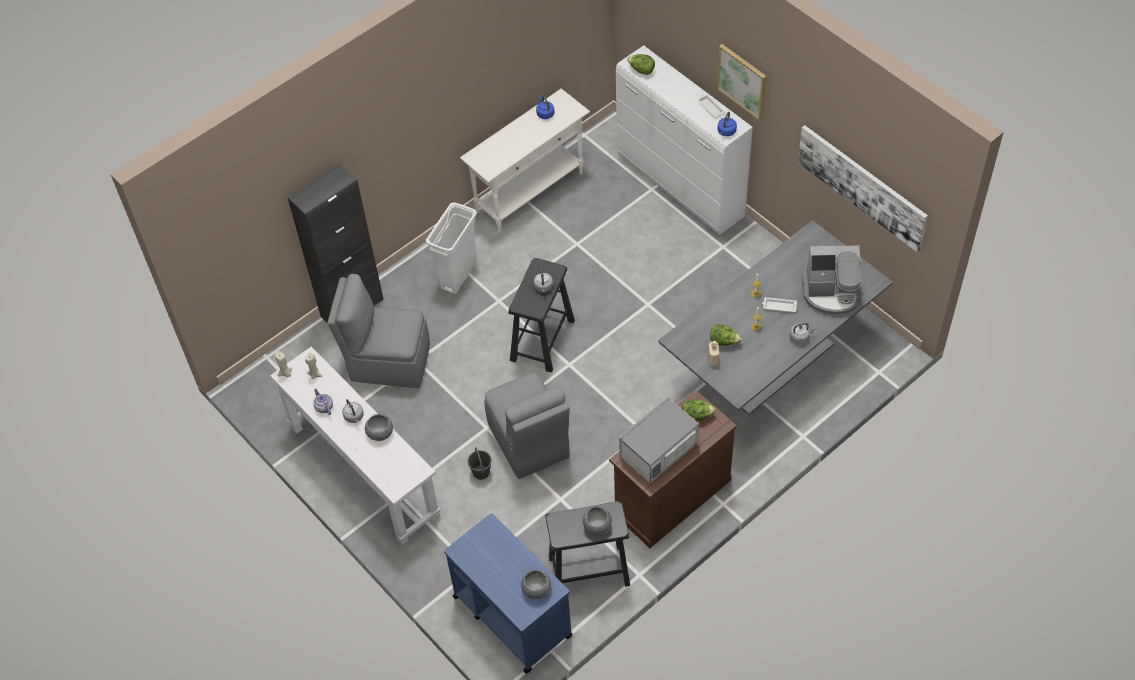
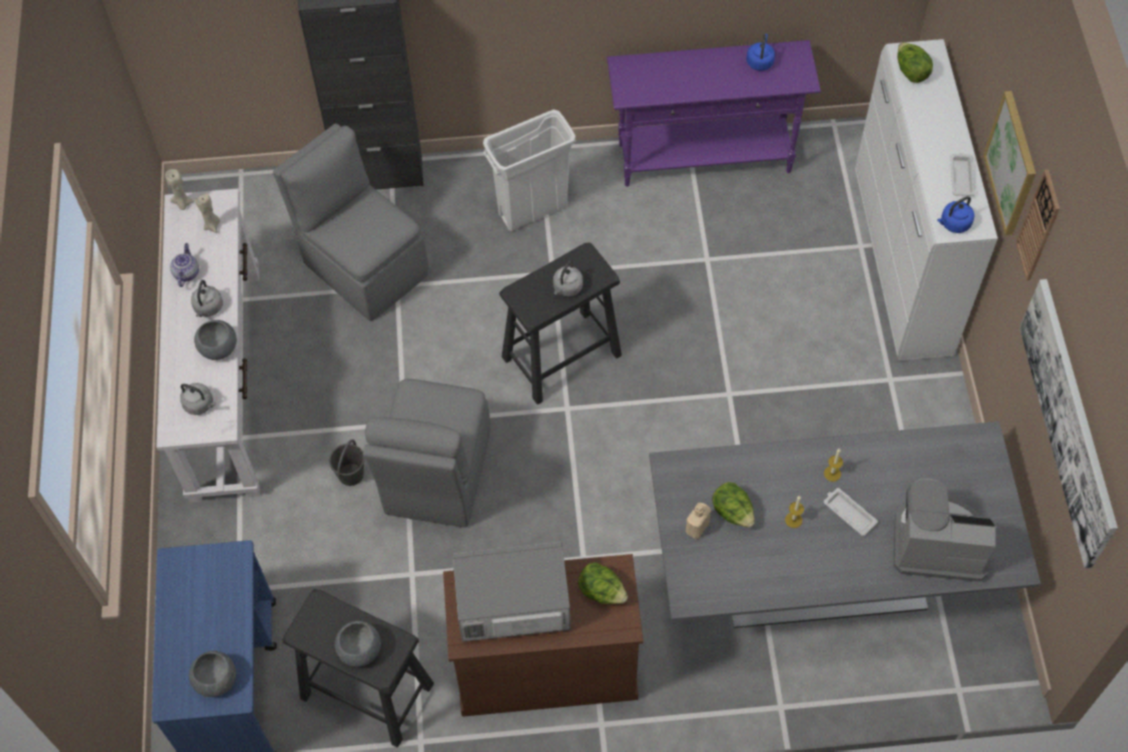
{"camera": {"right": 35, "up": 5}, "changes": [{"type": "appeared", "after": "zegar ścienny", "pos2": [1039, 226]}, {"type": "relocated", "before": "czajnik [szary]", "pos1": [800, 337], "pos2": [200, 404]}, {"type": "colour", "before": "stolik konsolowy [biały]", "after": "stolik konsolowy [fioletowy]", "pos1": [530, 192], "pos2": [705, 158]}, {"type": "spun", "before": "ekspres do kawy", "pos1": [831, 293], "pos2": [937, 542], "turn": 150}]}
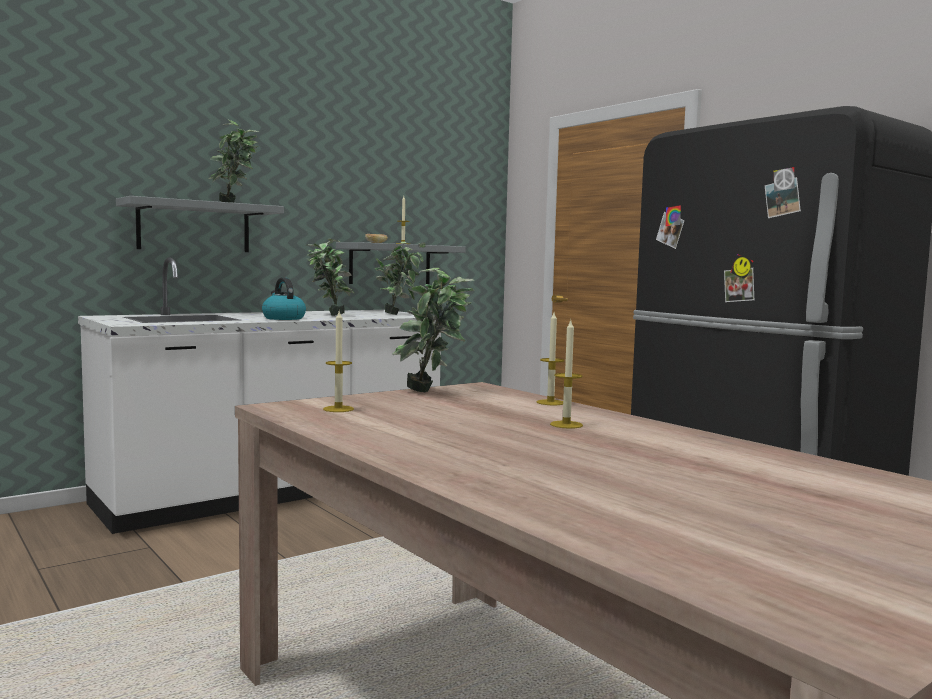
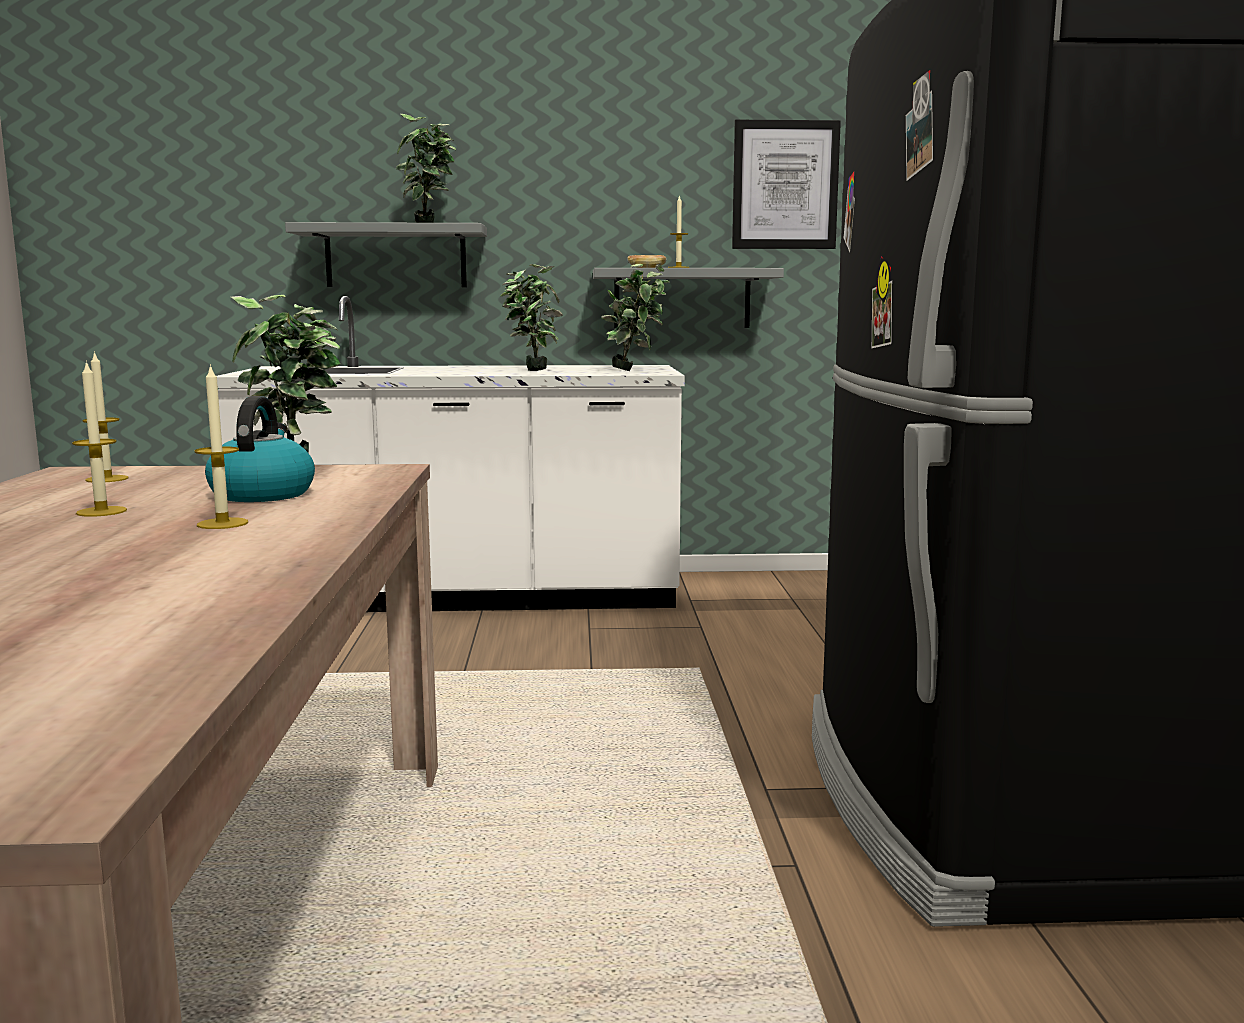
{"camera": {"right": 35, "up": 5}, "changes": [{"type": "appeared", "after": "obraz", "pos2": [785, 185]}, {"type": "relocated", "before": "czajnik", "pos1": [283, 318], "pos2": [262, 494]}, {"type": "relocated", "before": "świeca", "pos1": [550, 402], "pos2": [101, 511]}]}
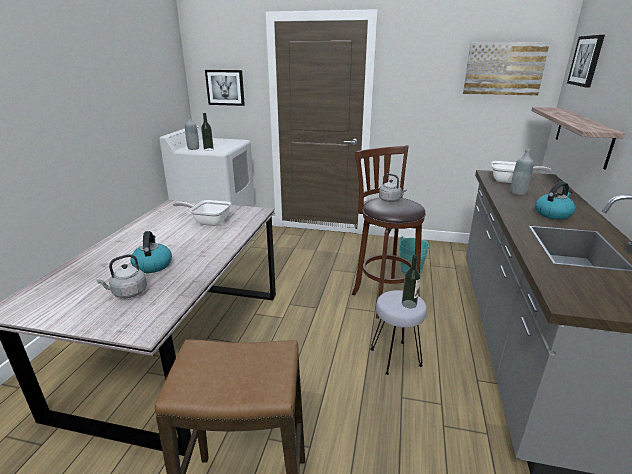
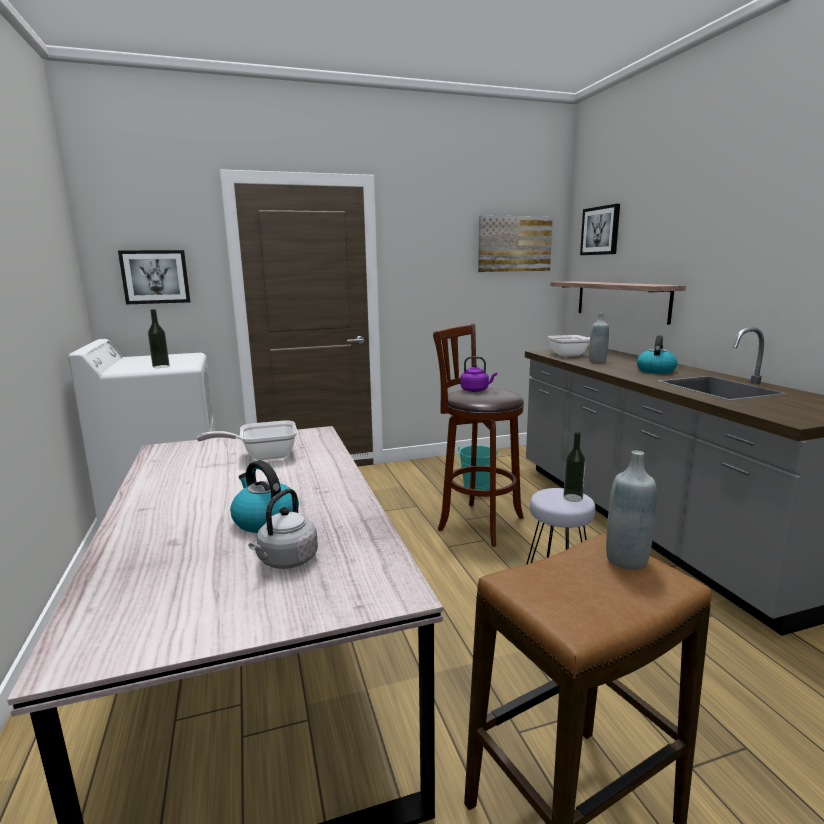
{"camera": {"right": -30, "up": -10}, "changes": [{"type": "relocated", "before": "butelka [szary]", "pos1": [193, 148], "pos2": [626, 560]}, {"type": "colour", "before": "czajnik [szary]", "after": "czajnik [fioletowy]", "pos1": [390, 200], "pos2": [476, 390]}]}
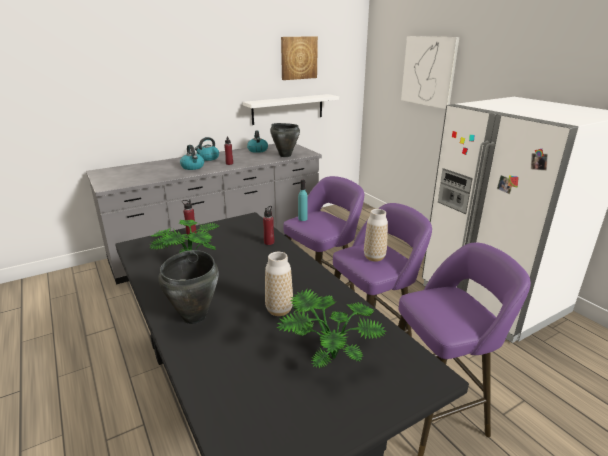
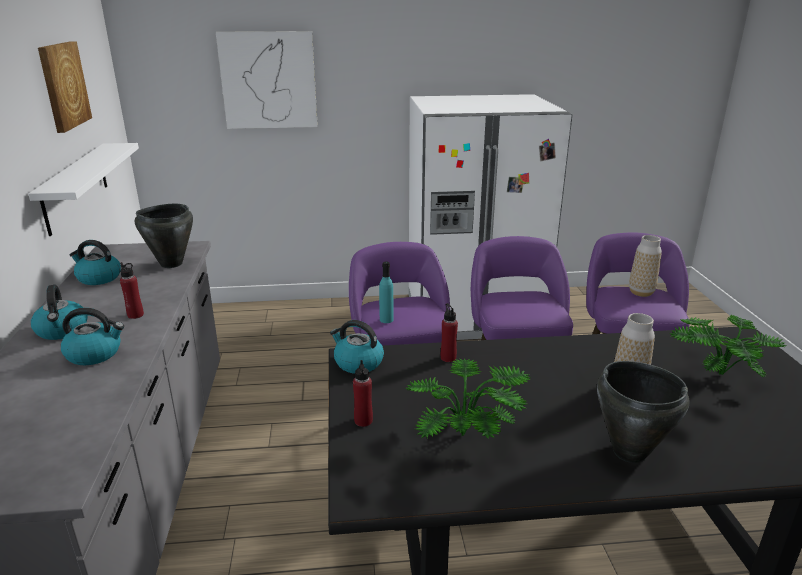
{"camera": {"right": -65, "up": 0}, "changes": [{"type": "appeared", "after": "czajnik", "pos2": [357, 363]}, {"type": "relocated", "before": "wazon", "pos1": [374, 257], "pos2": [641, 292]}]}
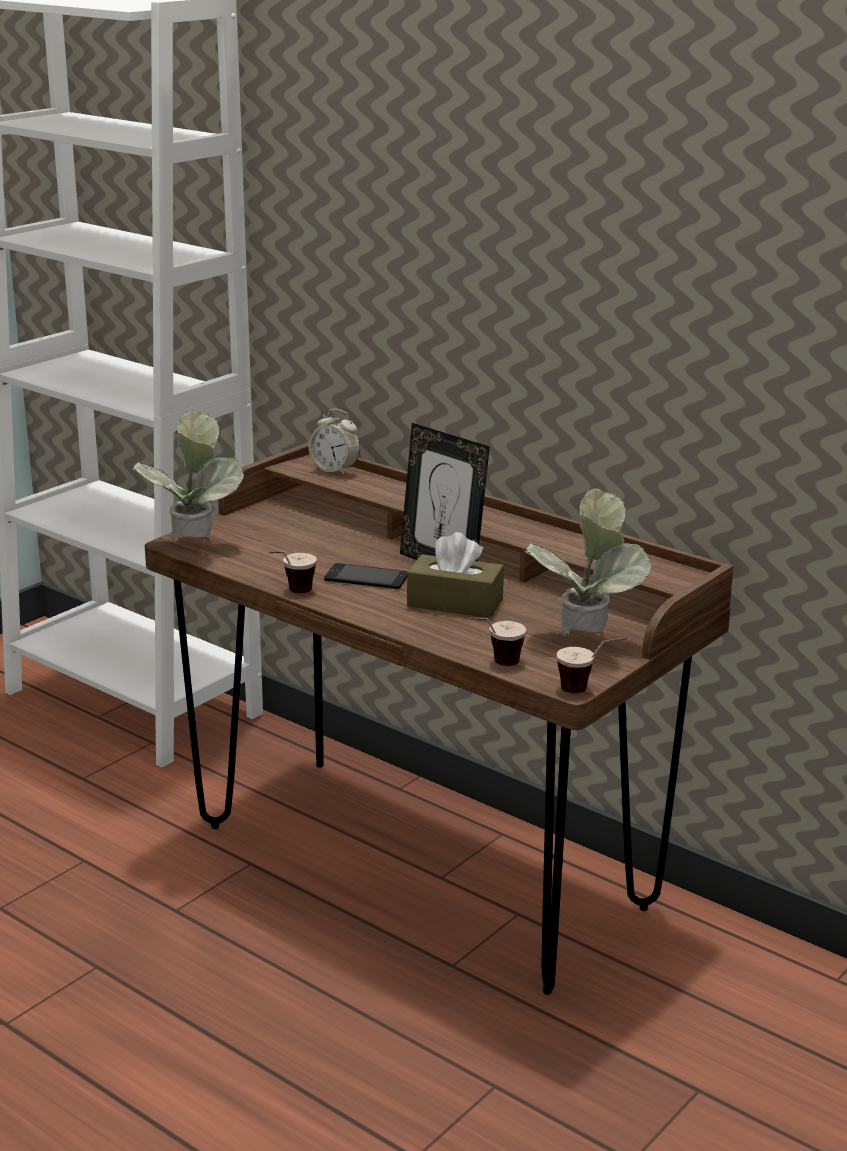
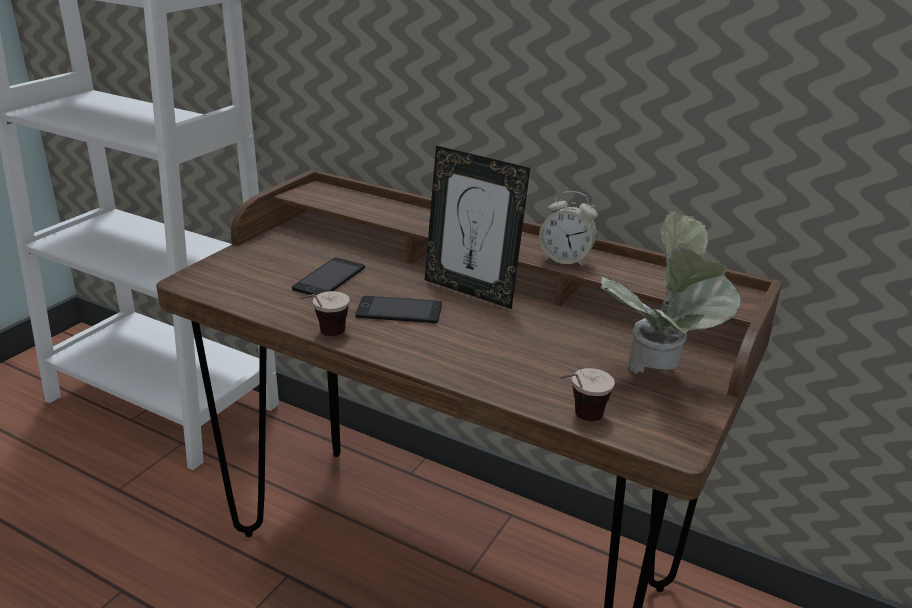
{"camera": {"right": -10, "up": 5}, "changes": [{"type": "missing", "before": "roślina doniczkowa", "pos1": [194, 546]}, {"type": "missing", "before": "pudełko chusteczek [brązowy]", "pos1": [455, 603]}, {"type": "missing", "before": "filiżanka", "pos1": [589, 690]}, {"type": "appeared", "after": "telefon", "pos2": [329, 278]}, {"type": "relocated", "before": "budzik", "pos1": [334, 470], "pos2": [566, 260]}]}
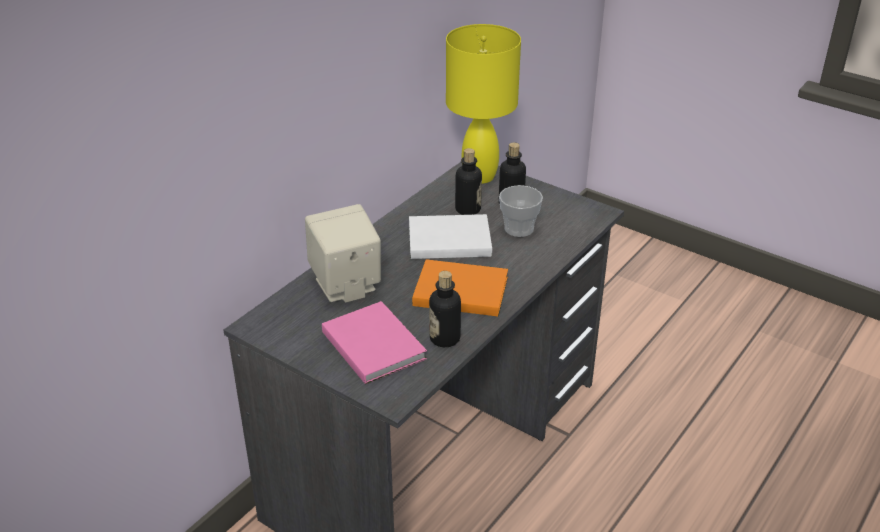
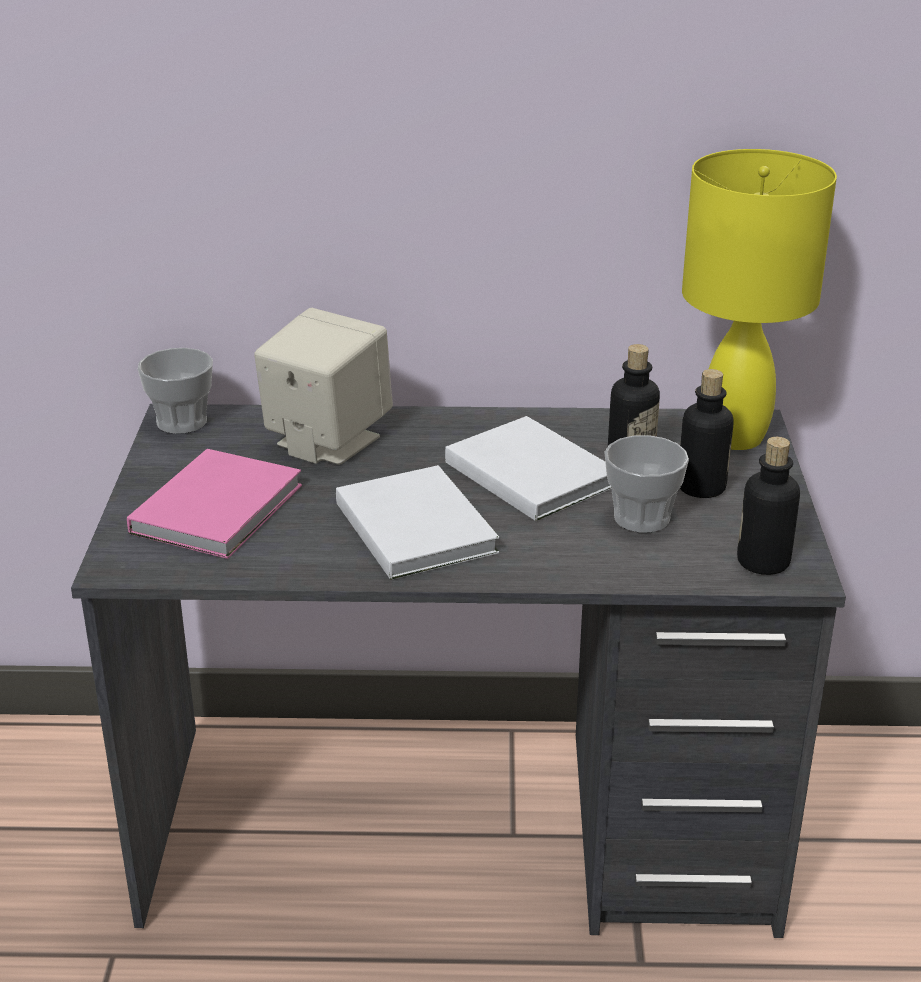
{"camera": {"right": 55, "up": -5}, "changes": [{"type": "appeared", "after": "filiżanka", "pos2": [181, 422]}, {"type": "relocated", "before": "butelka", "pos1": [444, 338], "pos2": [763, 562]}, {"type": "colour", "before": "książka [pomarańczowy]", "after": "książka [biały]", "pos1": [458, 290], "pos2": [416, 525]}]}
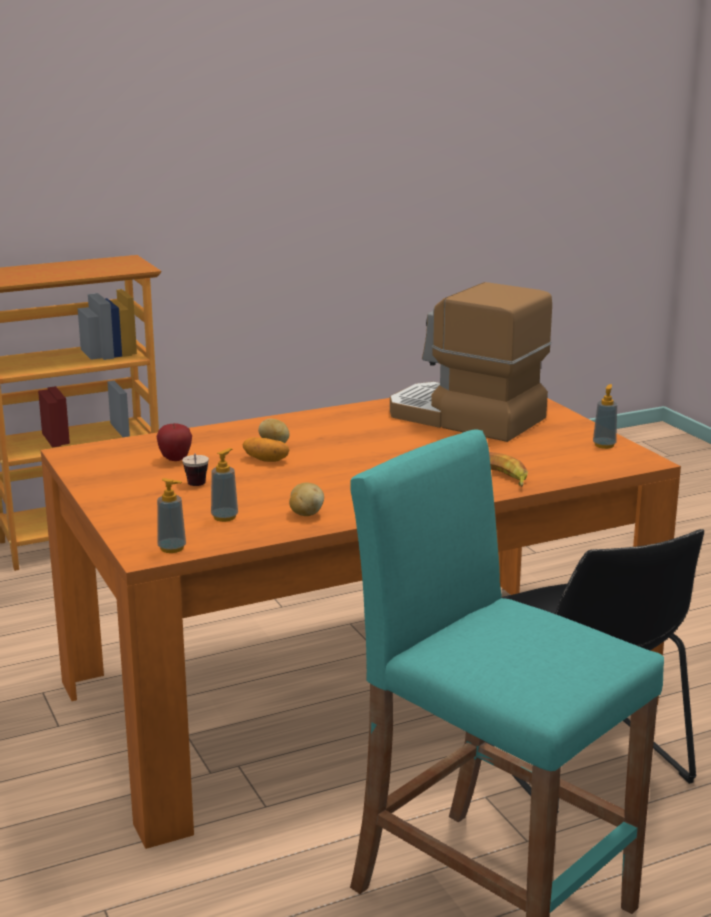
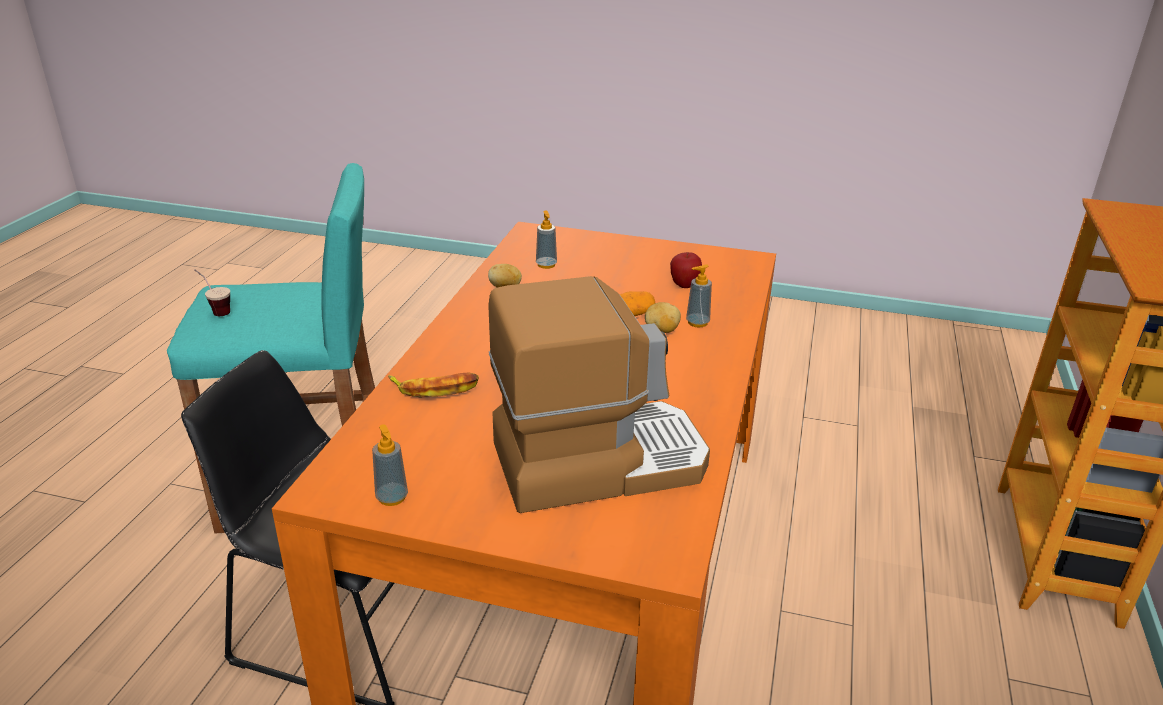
{"camera": {"right": 130, "up": 10}, "changes": [{"type": "relocated", "before": "dozownik mydła", "pos1": [172, 548], "pos2": [697, 322]}, {"type": "relocated", "before": "filiżanka", "pos1": [196, 487], "pos2": [215, 310]}]}
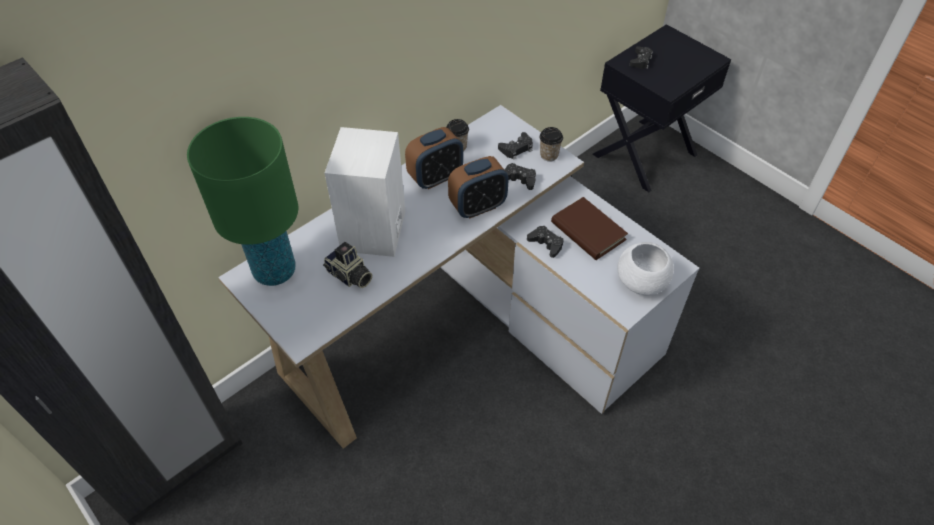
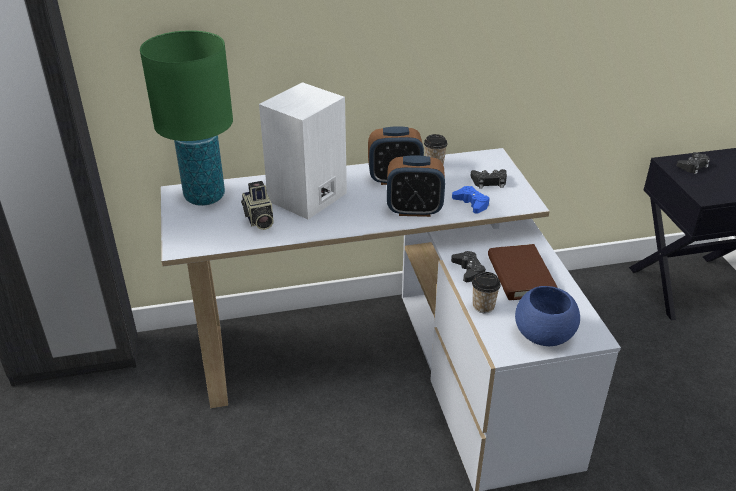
{"camera": {"right": 30, "up": -15}, "changes": [{"type": "relocated", "before": "filiżanka", "pos1": [549, 155], "pos2": [483, 306]}, {"type": "colour", "before": "pad do gier [czarny]", "after": "pad do gier [niebieski]", "pos1": [519, 179], "pos2": [471, 203]}, {"type": "colour", "before": "miska [biały]", "after": "miska [niebieski]", "pos1": [641, 282], "pos2": [543, 335]}]}
